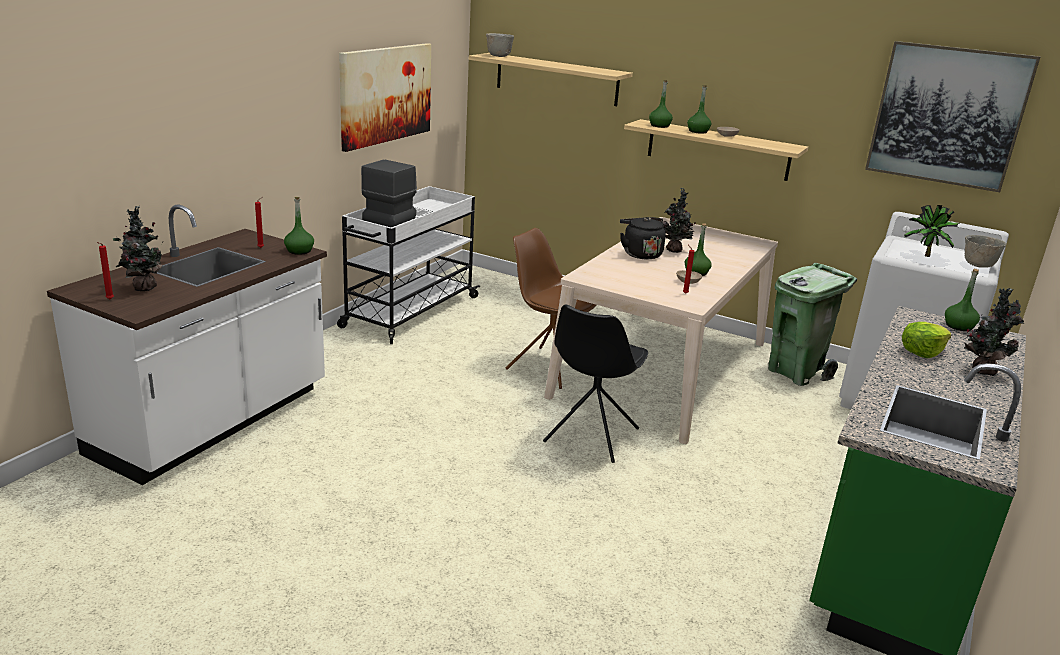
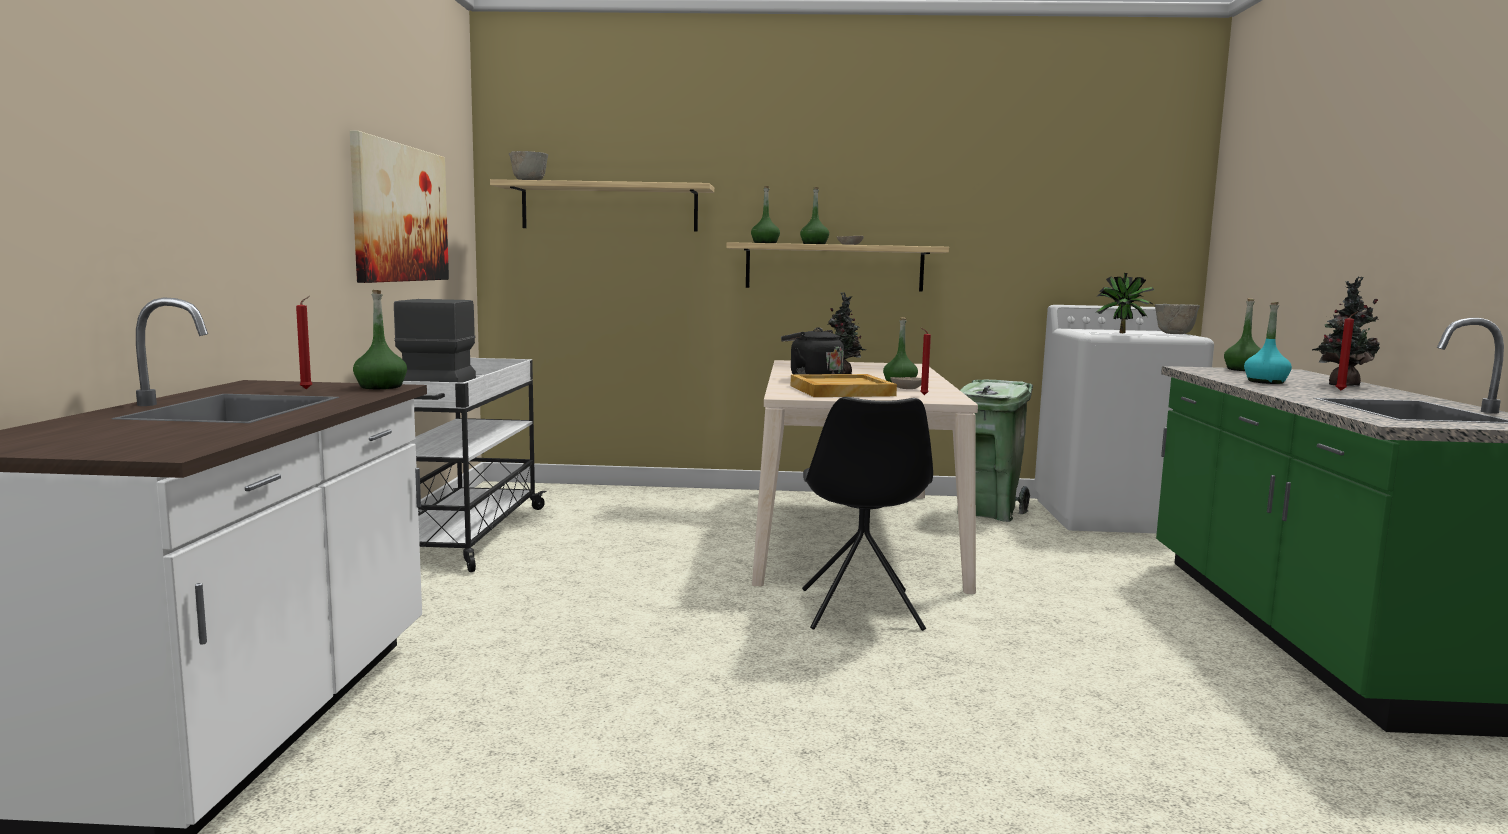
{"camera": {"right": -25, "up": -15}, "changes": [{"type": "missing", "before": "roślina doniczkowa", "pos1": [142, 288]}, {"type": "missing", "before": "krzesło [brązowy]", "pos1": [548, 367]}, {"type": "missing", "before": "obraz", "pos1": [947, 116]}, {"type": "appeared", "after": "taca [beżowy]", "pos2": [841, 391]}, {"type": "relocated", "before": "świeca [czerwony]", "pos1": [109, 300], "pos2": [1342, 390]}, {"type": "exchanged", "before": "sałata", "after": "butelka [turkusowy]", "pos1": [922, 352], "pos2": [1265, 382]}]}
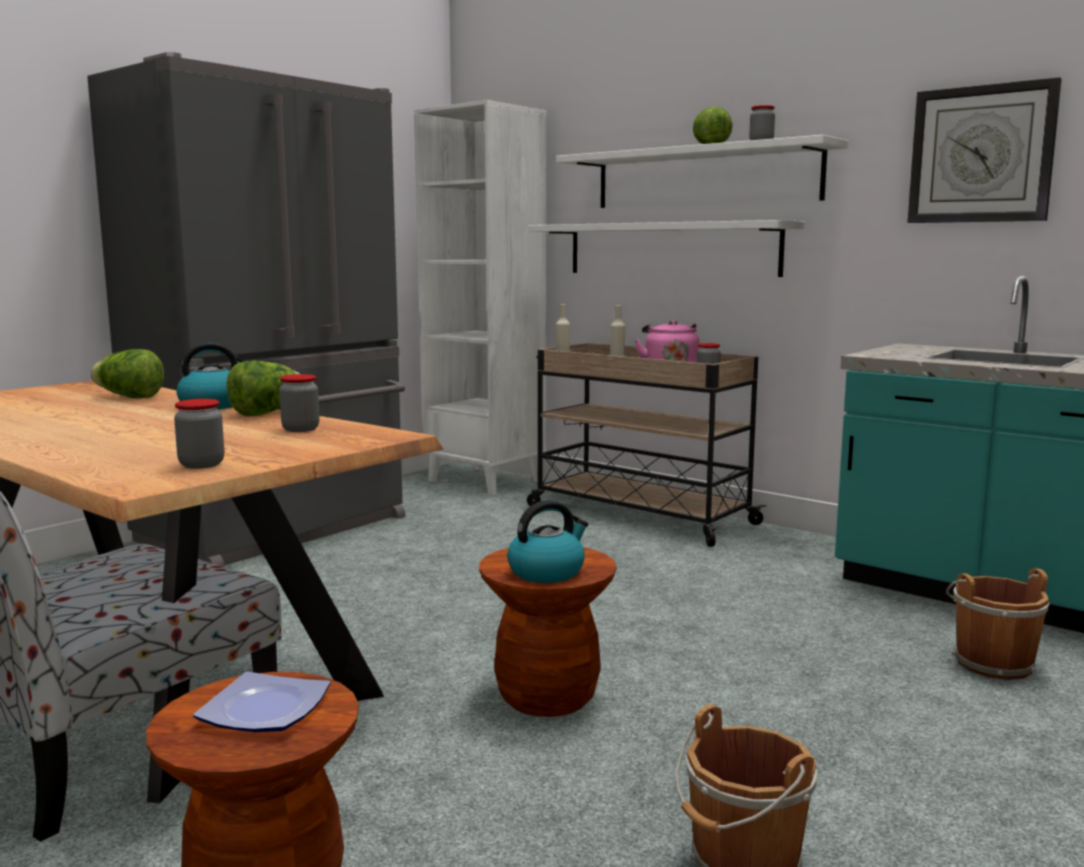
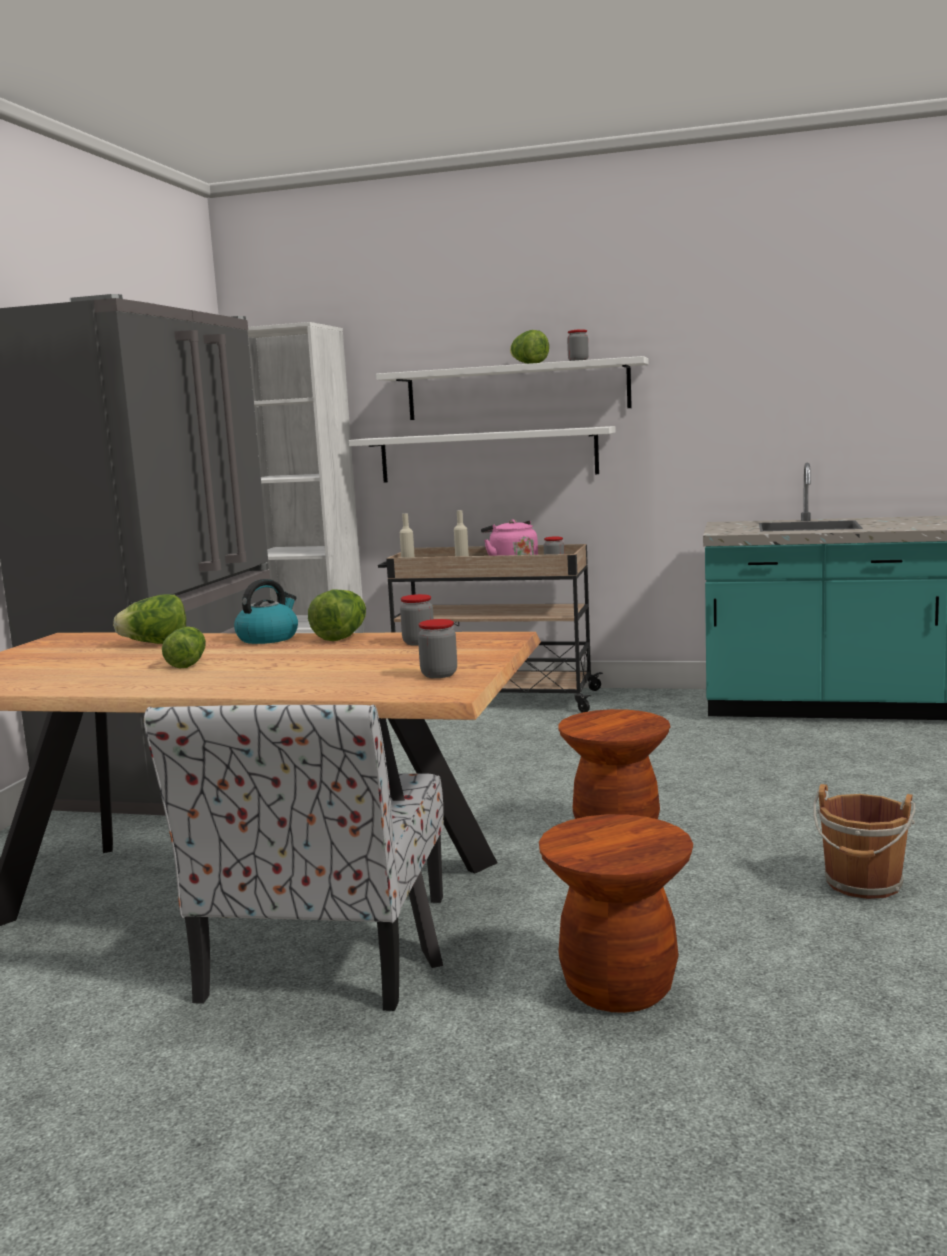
{"camera": {"right": -25, "up": 0}, "changes": [{"type": "missing", "before": "talerz", "pos1": [267, 709]}, {"type": "missing", "before": "czajnik", "pos1": [547, 572]}, {"type": "missing", "before": "zegar ścienny", "pos1": [981, 154]}, {"type": "missing", "before": "wiadro [brązowy]", "pos1": [990, 662]}, {"type": "appeared", "after": "sałata", "pos2": [188, 662]}]}
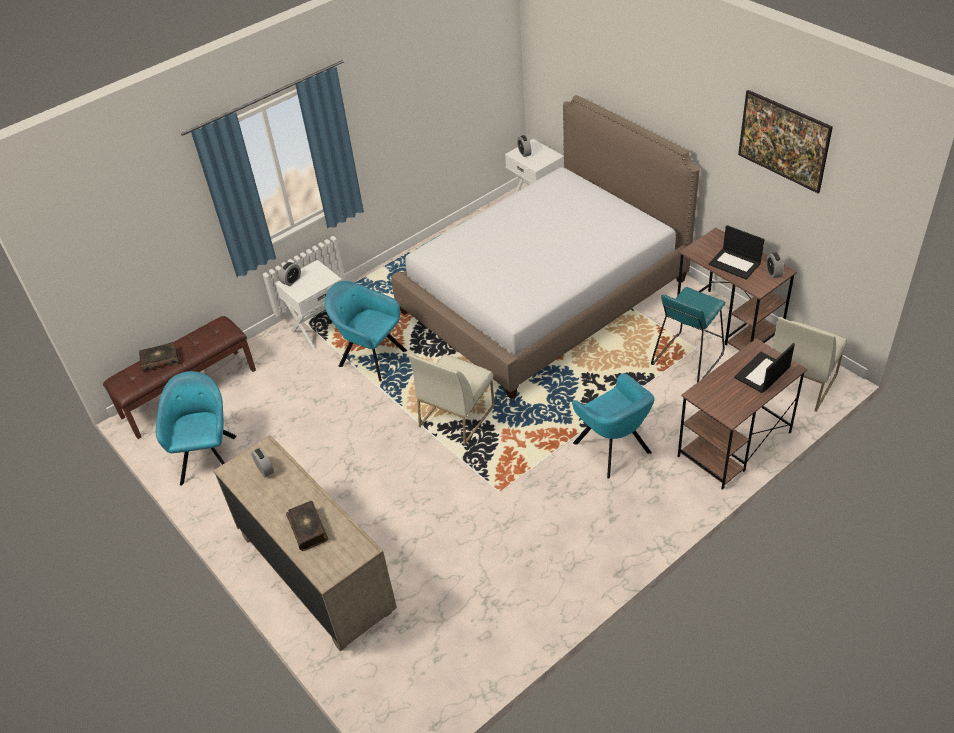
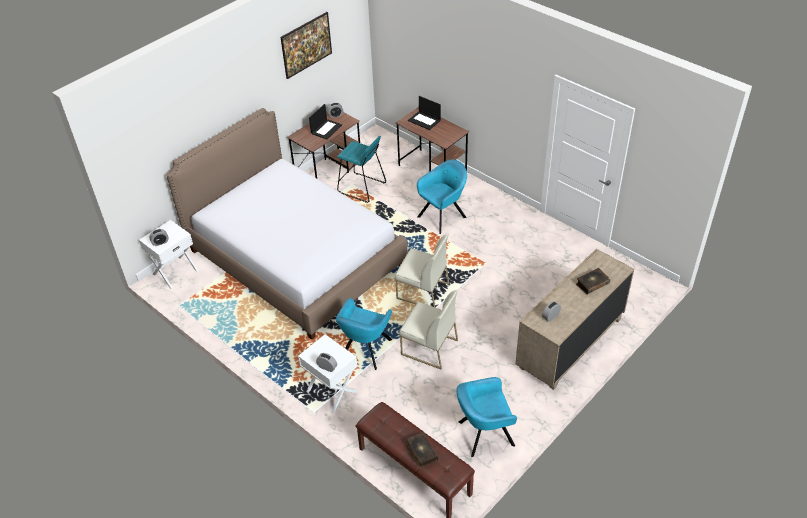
{"camera": {"right": -100, "up": 0}, "changes": [{"type": "relocated", "before": "krzesło [biały]", "pos1": [800, 382], "pos2": [429, 347]}]}
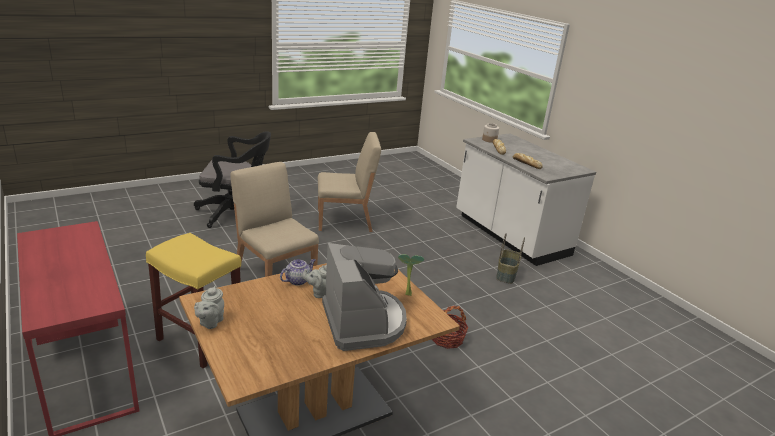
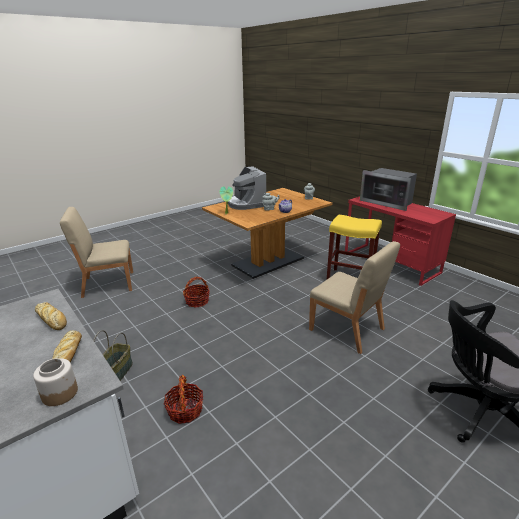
{"camera": {"right": 175, "up": 0}, "changes": [{"type": "appeared", "after": "koszyk", "pos2": [185, 410]}, {"type": "appeared", "after": "mikrofalówka", "pos2": [388, 202]}, {"type": "relocated", "before": "krzesło [beżowy]", "pos1": [345, 221], "pos2": [107, 284]}]}
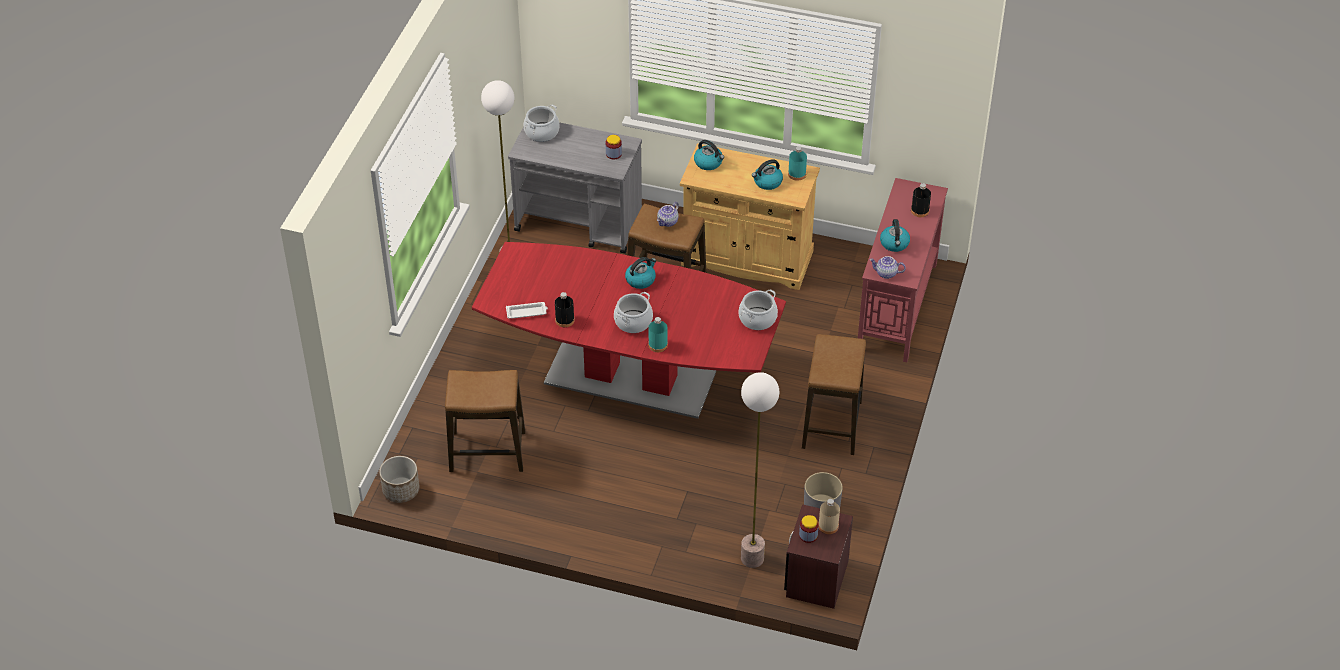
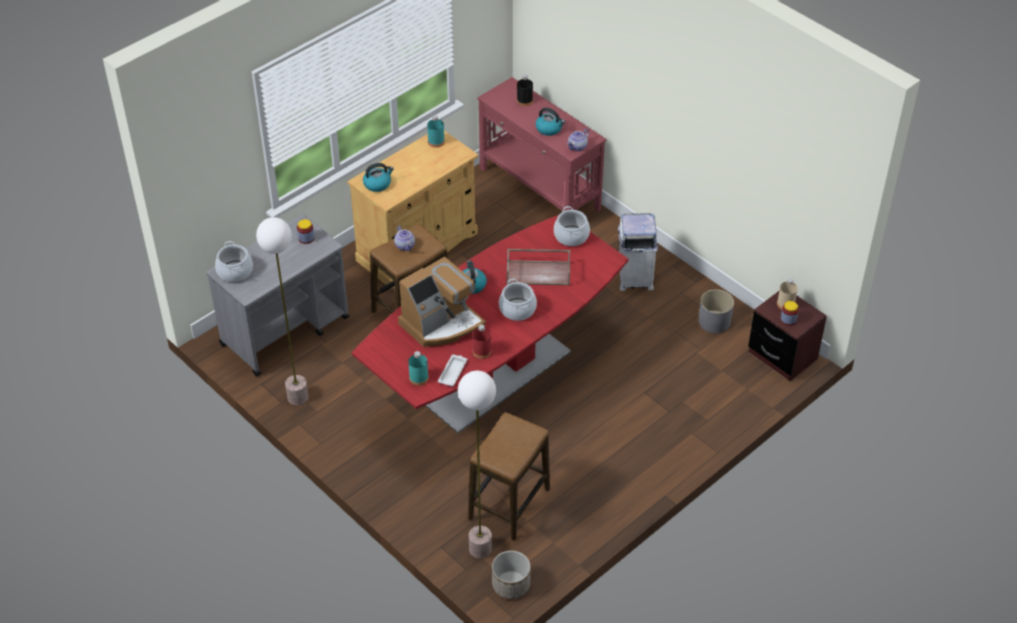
{"camera": {"right": -60, "up": 0}, "changes": [{"type": "missing", "before": "czajnik", "pos1": [767, 182]}, {"type": "appeared", "after": "ekspres do kawy", "pos2": [441, 324]}, {"type": "appeared", "after": "taca [brązowy]", "pos2": [539, 272]}, {"type": "relocated", "before": "butelka [turkusowy]", "pos1": [658, 345], "pos2": [418, 378]}, {"type": "relocated", "before": "lampa stojąca", "pos1": [752, 558], "pos2": [480, 549]}, {"type": "exchanged", "before": "stołek", "after": "kosz na śmieci [biały]", "pos1": [832, 425], "pos2": [634, 278]}, {"type": "colour", "before": "butelka [czarny]", "after": "butelka [czerwony]", "pos1": [564, 320], "pos2": [482, 351]}]}
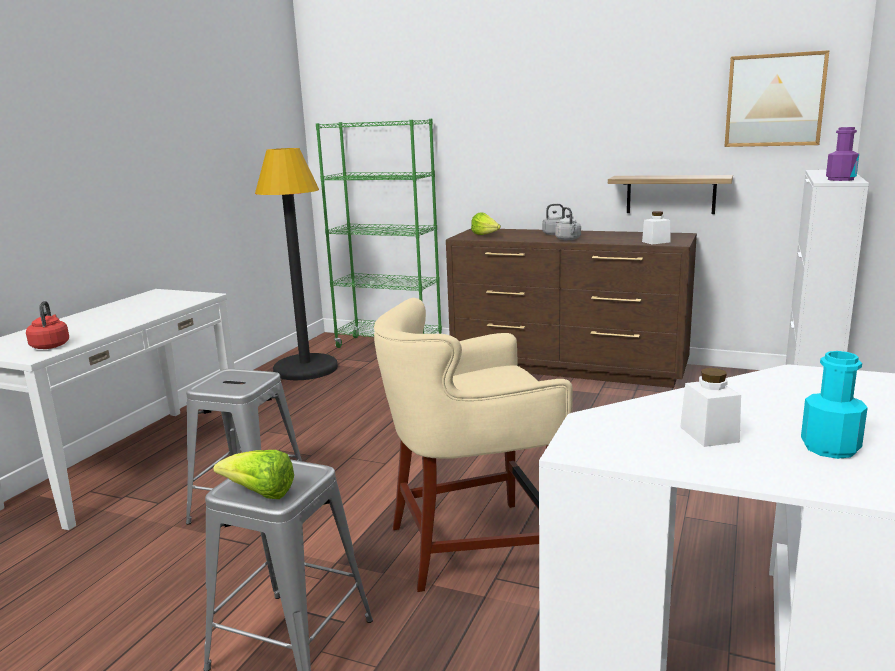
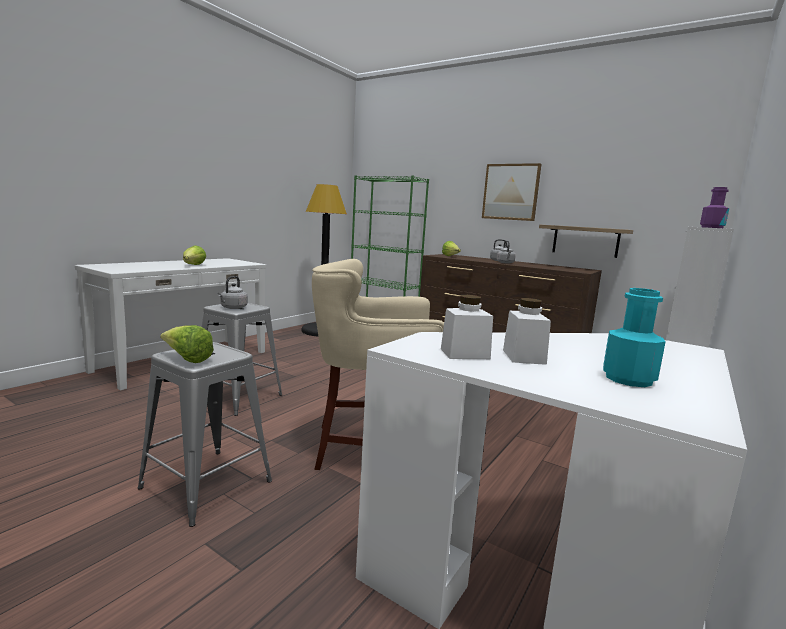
{"camera": {"right": 10, "up": -5}, "changes": [{"type": "missing", "before": "czajnik [czerwony]", "pos1": [51, 345]}, {"type": "appeared", "after": "sałata", "pos2": [193, 265]}, {"type": "appeared", "after": "czajnik [szary]", "pos2": [233, 308]}, {"type": "relocated", "before": "słoik [biały]", "pos1": [656, 242], "pos2": [464, 354]}, {"type": "relocated", "before": "obraz", "pos1": [774, 100], "pos2": [511, 192]}]}
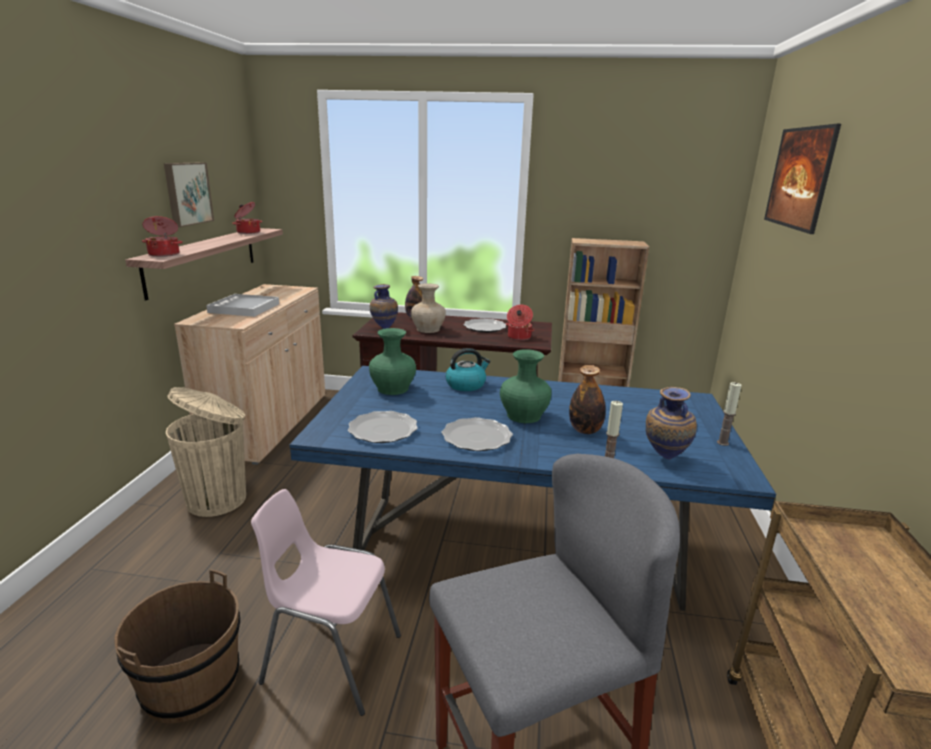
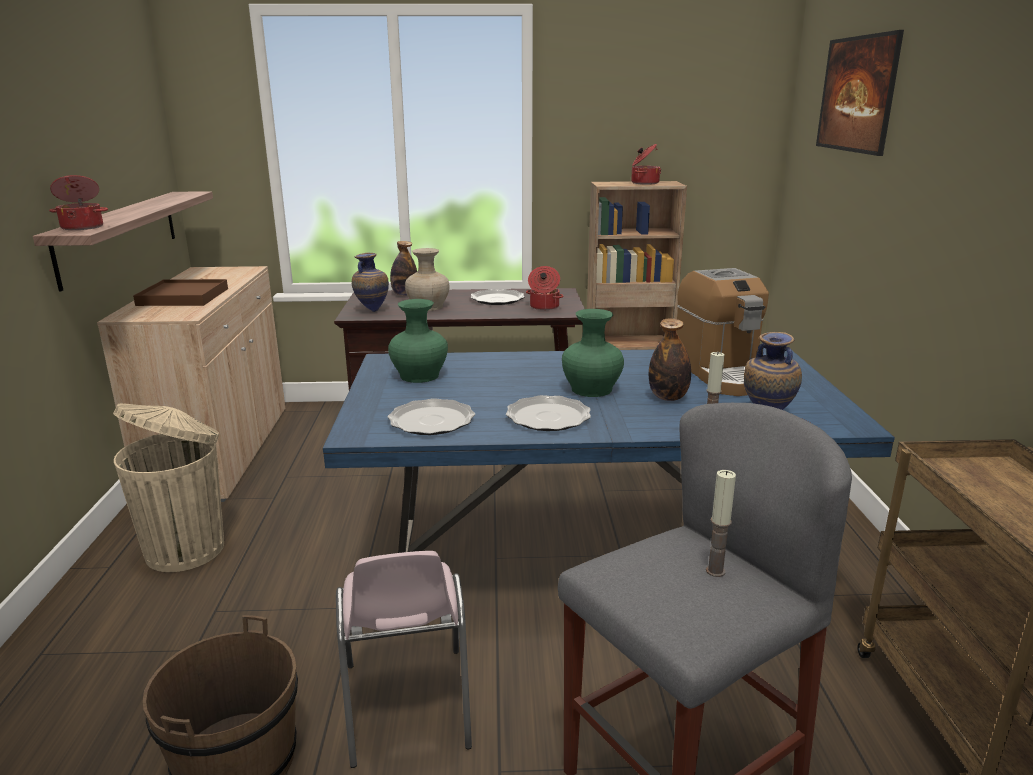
{"camera": {"right": -10, "up": 0}, "changes": [{"type": "missing", "before": "obraz", "pos1": [187, 193]}, {"type": "missing", "before": "czajnik", "pos1": [466, 385]}, {"type": "appeared", "after": "ekspres do kawy", "pos2": [724, 373]}, {"type": "relocated", "before": "garnek", "pos1": [248, 232], "pos2": [644, 183]}, {"type": "relocated", "before": "świeca", "pos1": [723, 443], "pos2": [715, 571]}, {"type": "colour", "before": "taca [biały]", "after": "taca [brązowy]", "pos1": [244, 308], "pos2": [183, 297]}, {"type": "spun", "before": "krzesło [różowy]", "pos1": [331, 659], "pos2": [406, 706], "turn": -105}]}
